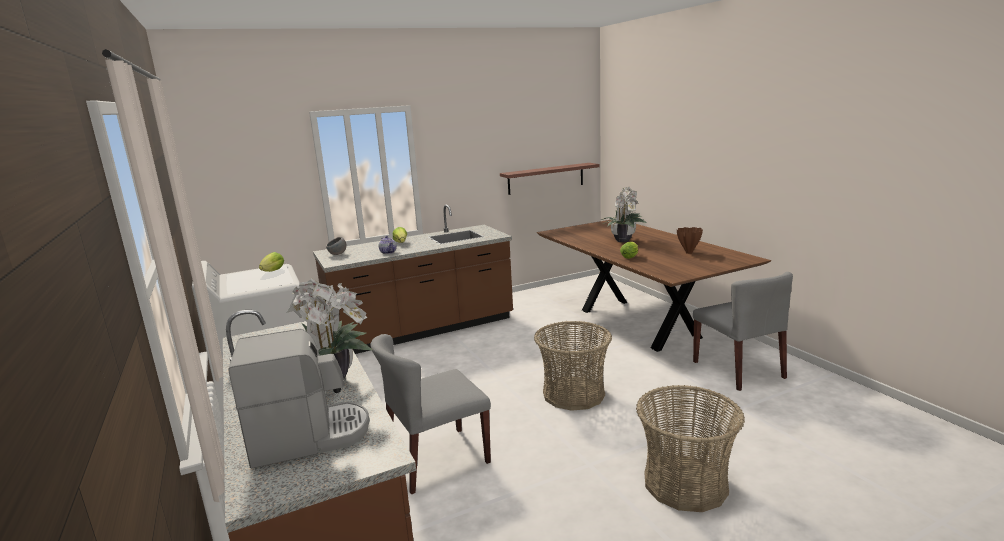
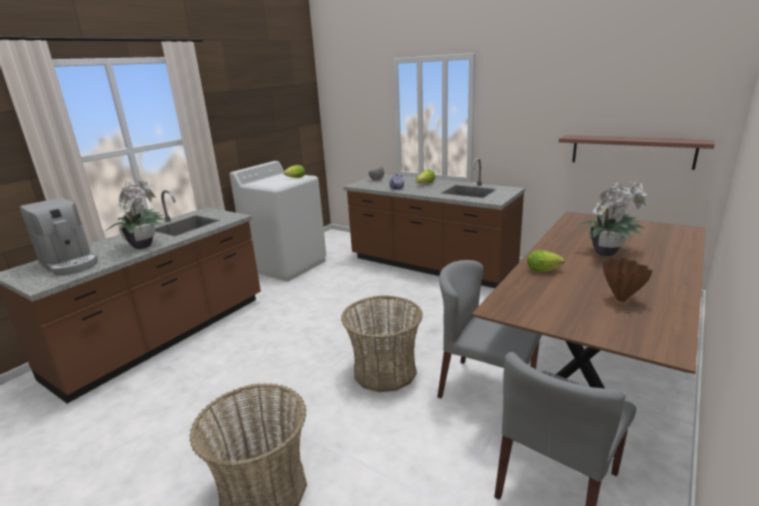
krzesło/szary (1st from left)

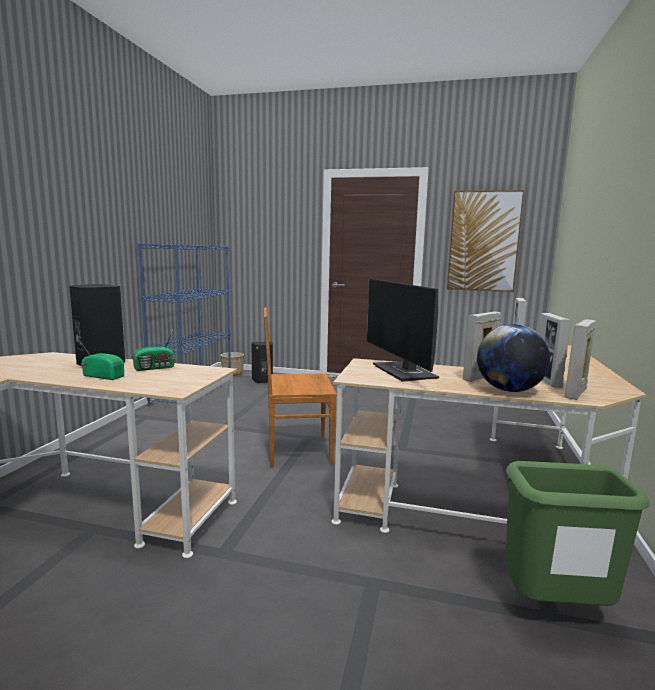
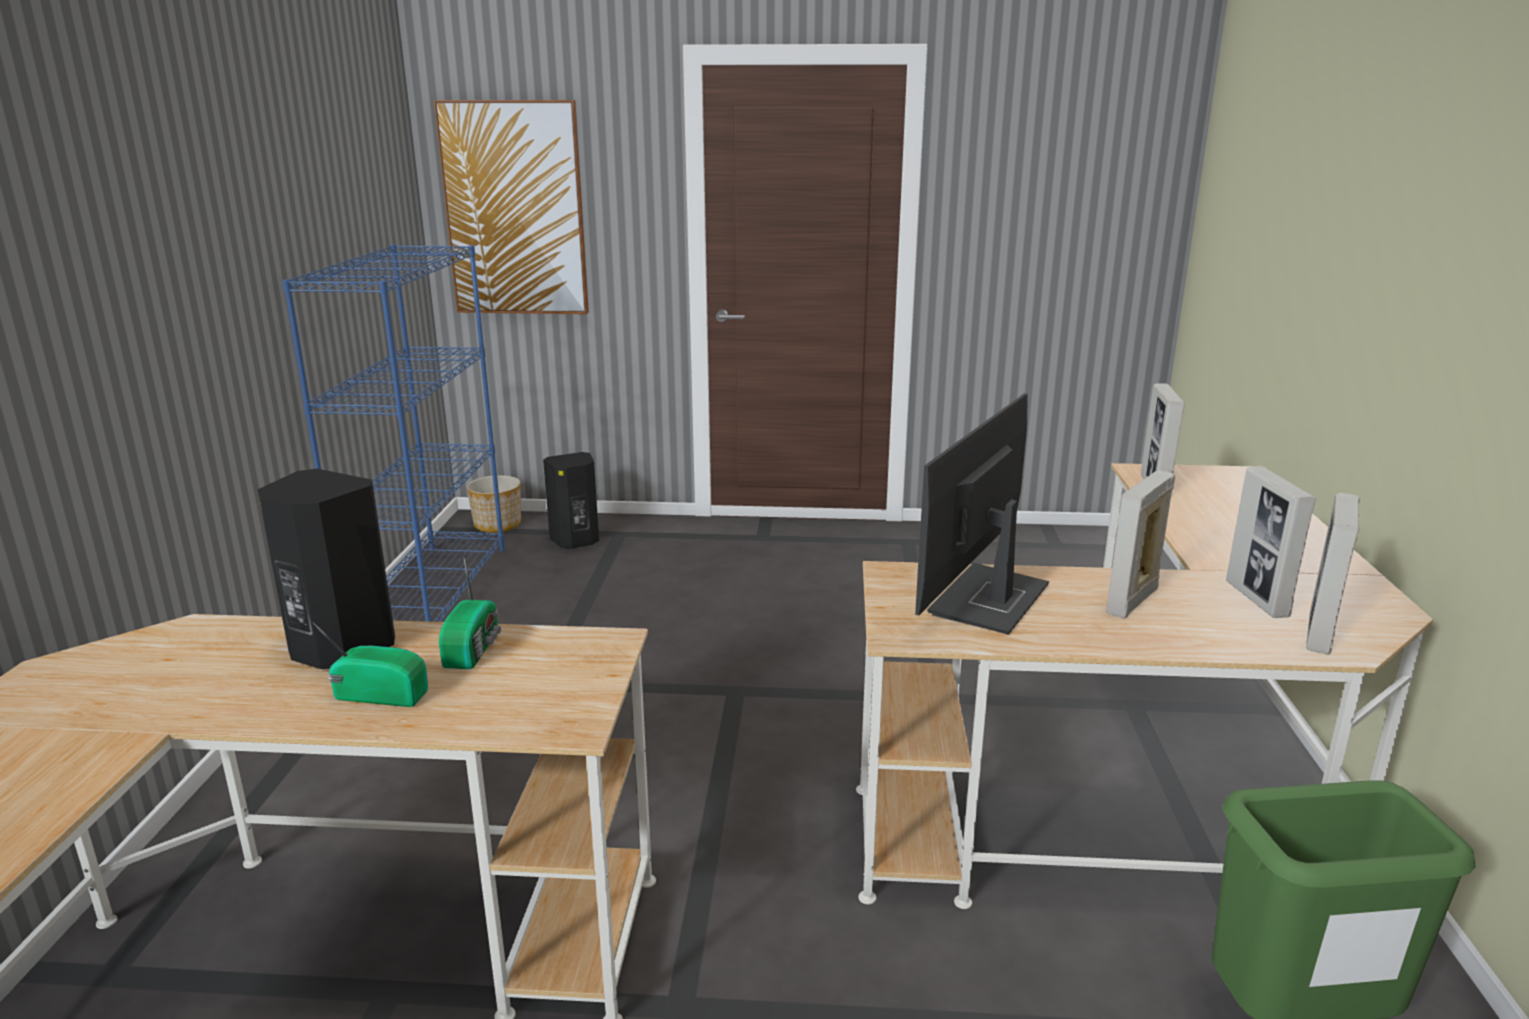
krzesło/brązowy
globus
obraz
radio (2nd from left)
monitor

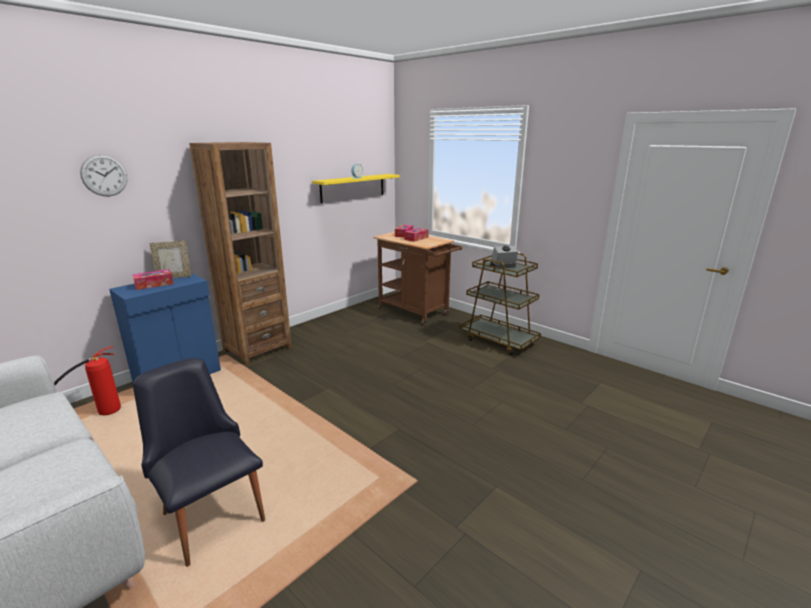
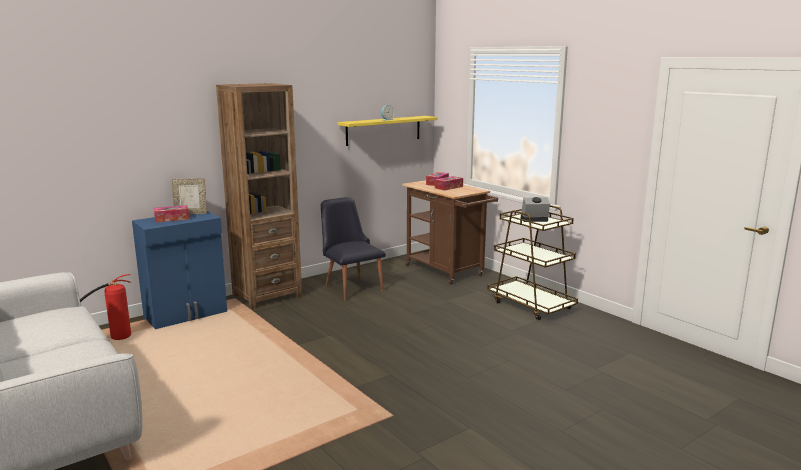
zegar ścienny
krzesło/czarny

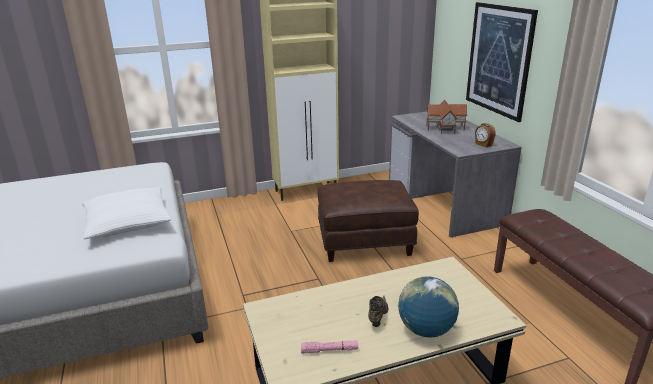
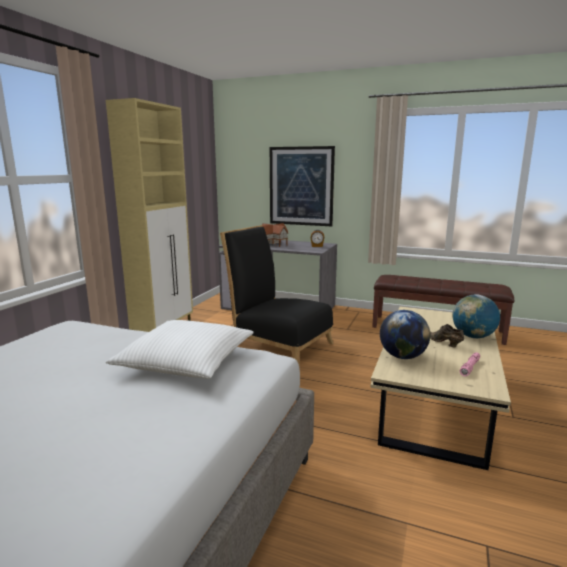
globus (1st from left)
krzesło/czarny

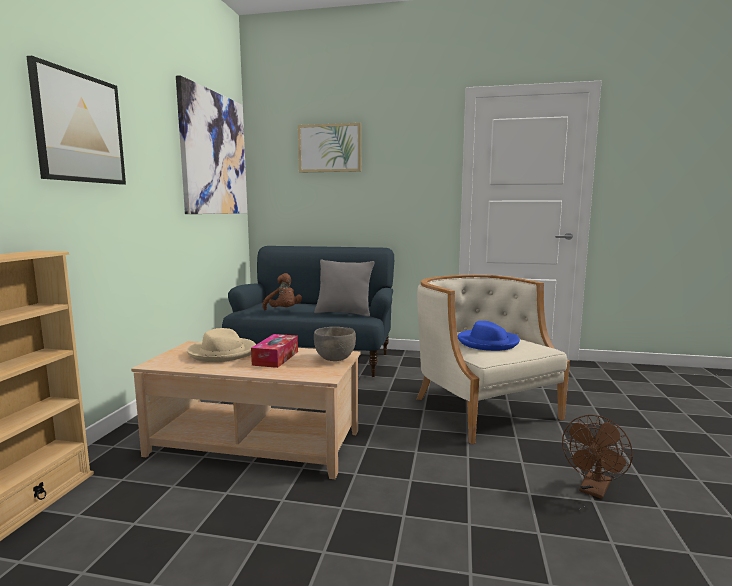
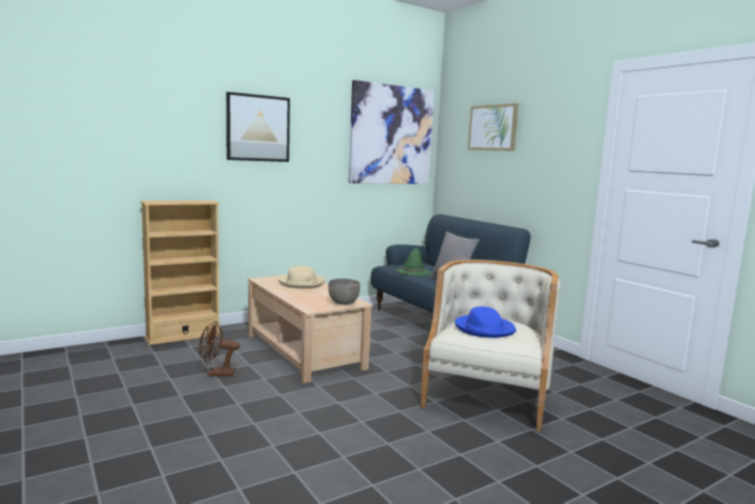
pudełko chusteczek
wentylator/brązowy
kapelusz/zielony

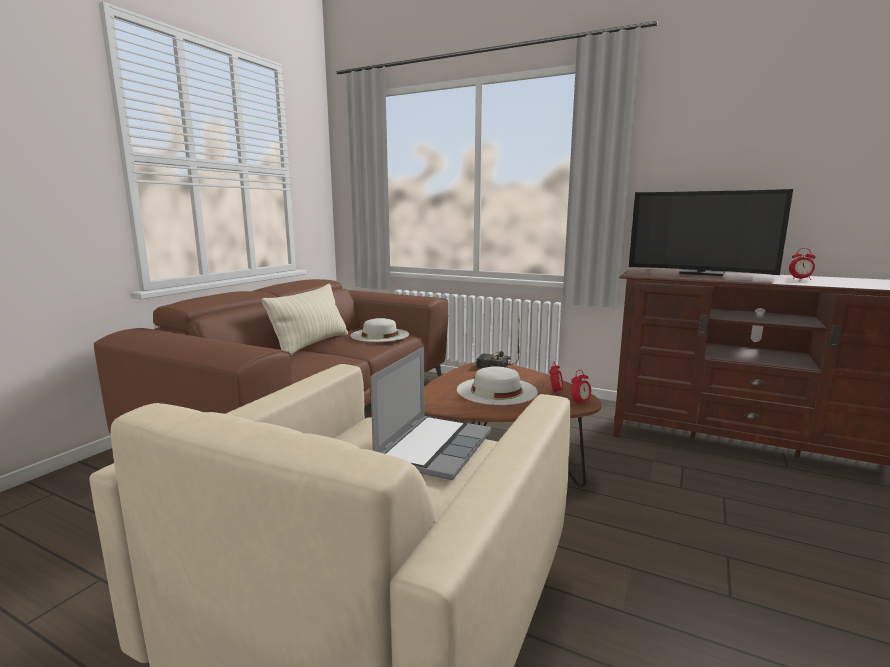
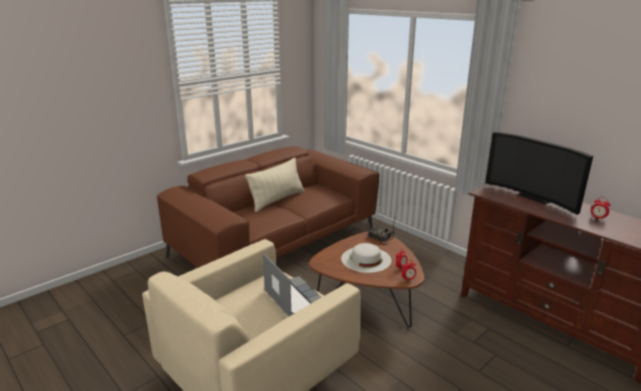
kapelusz/biały (1st from left in the first image)
laptop

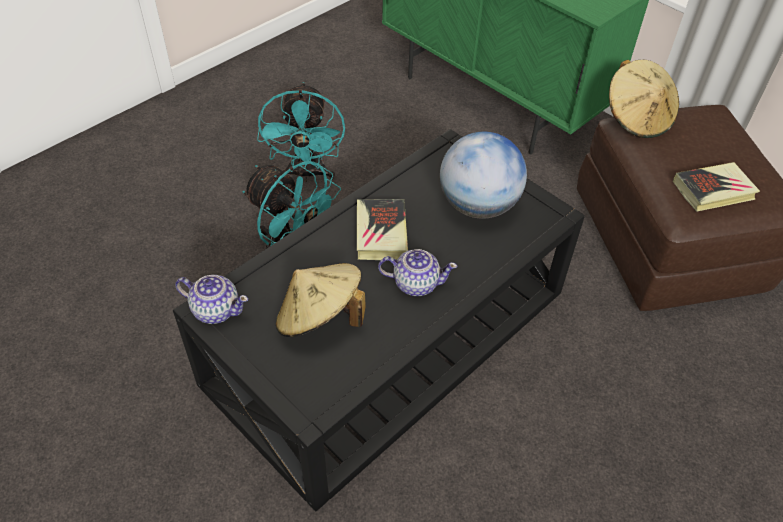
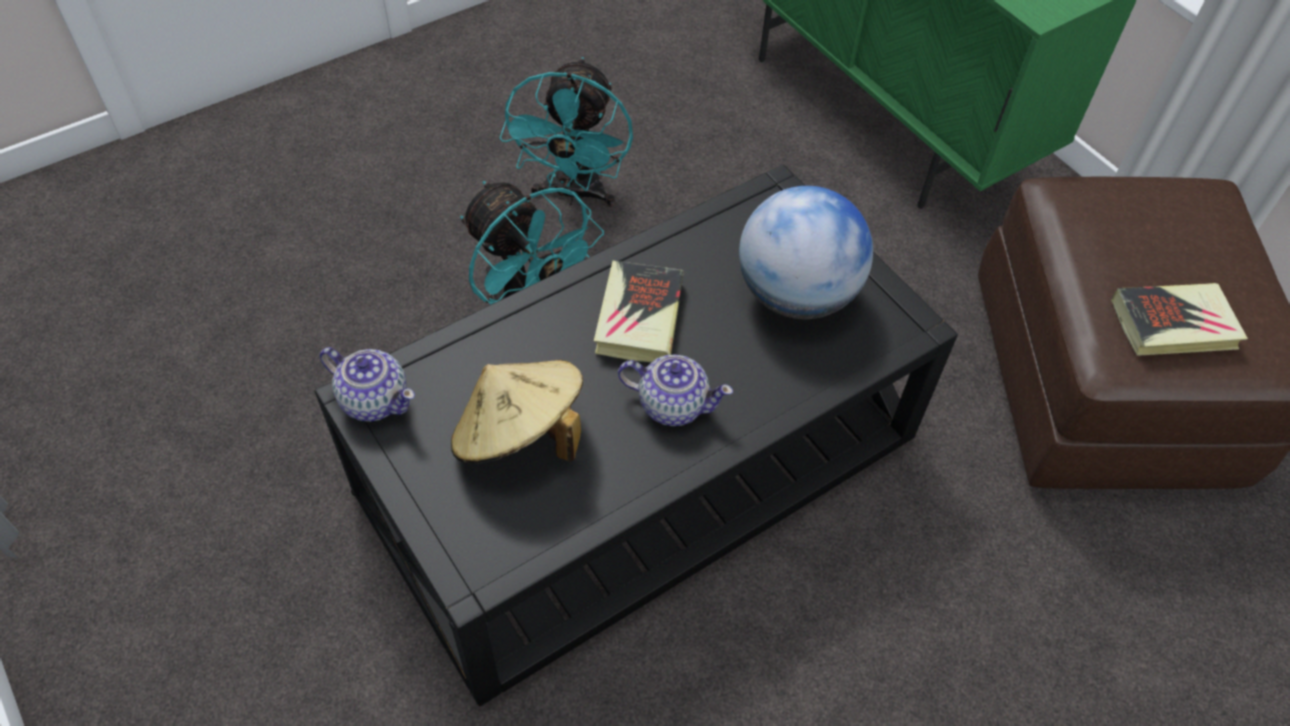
kapelusz/beżowy (2nd from left in the first image)

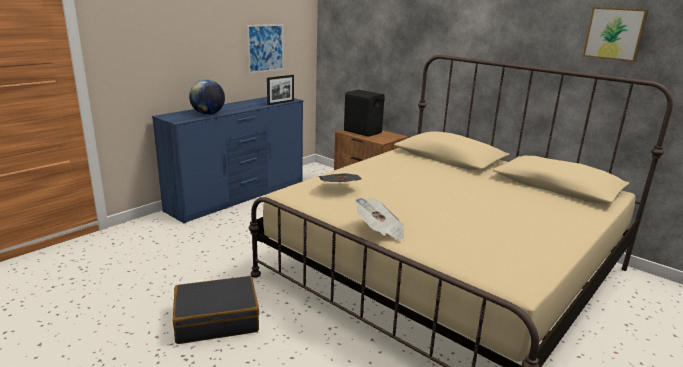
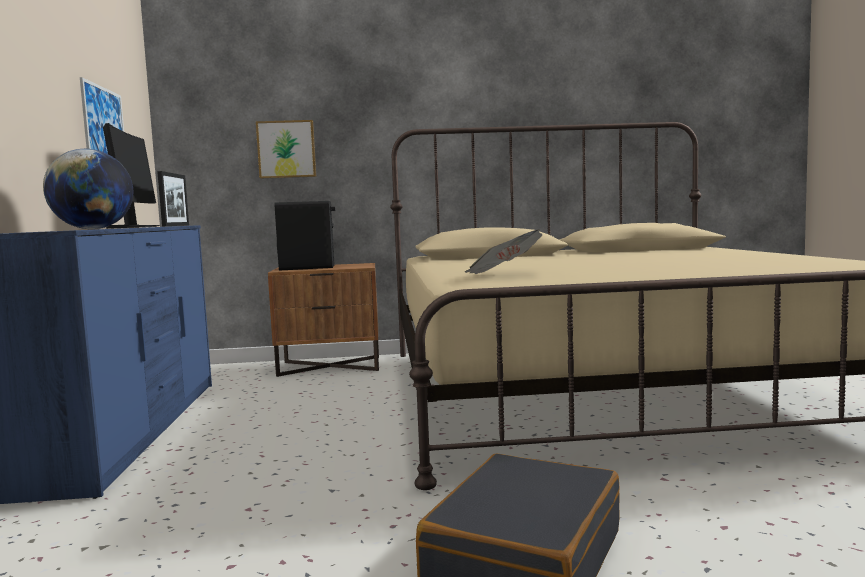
gazeta (2nd from left in the first image)
monitor
obraz (2nd from left)

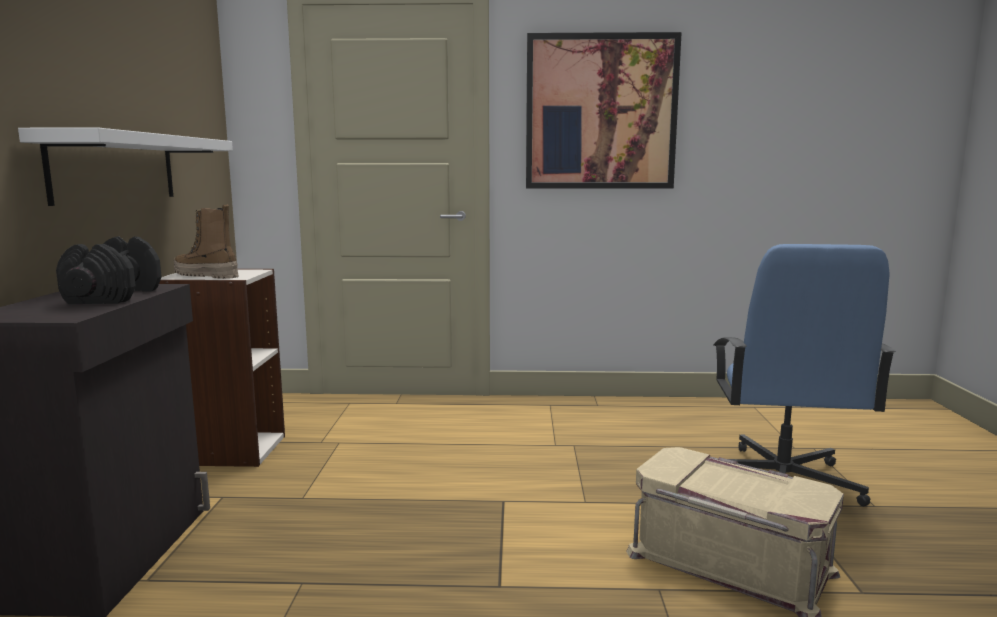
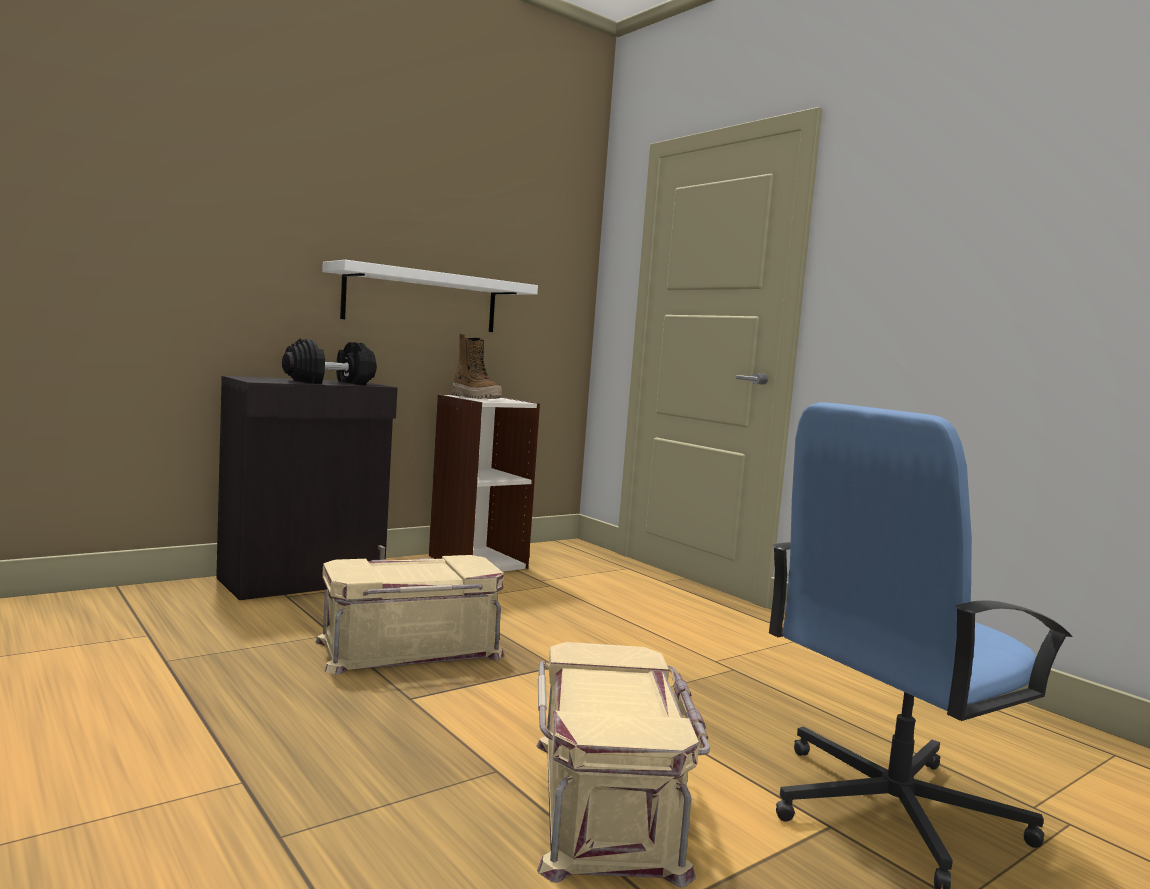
obraz
pojemnik do przechowywania/beżowy (1st from left)
but z cholewką

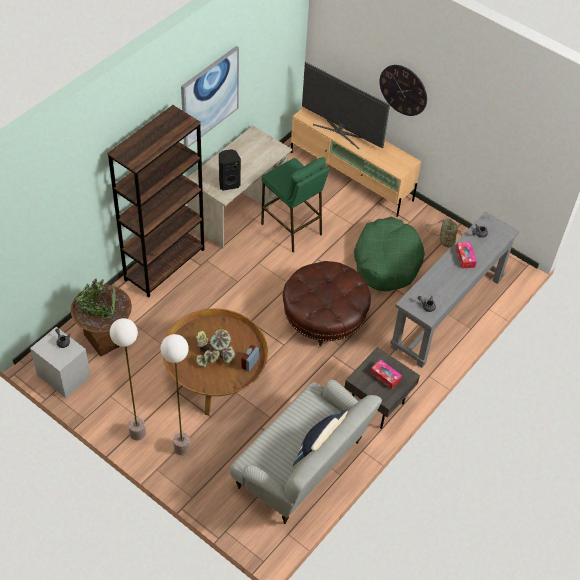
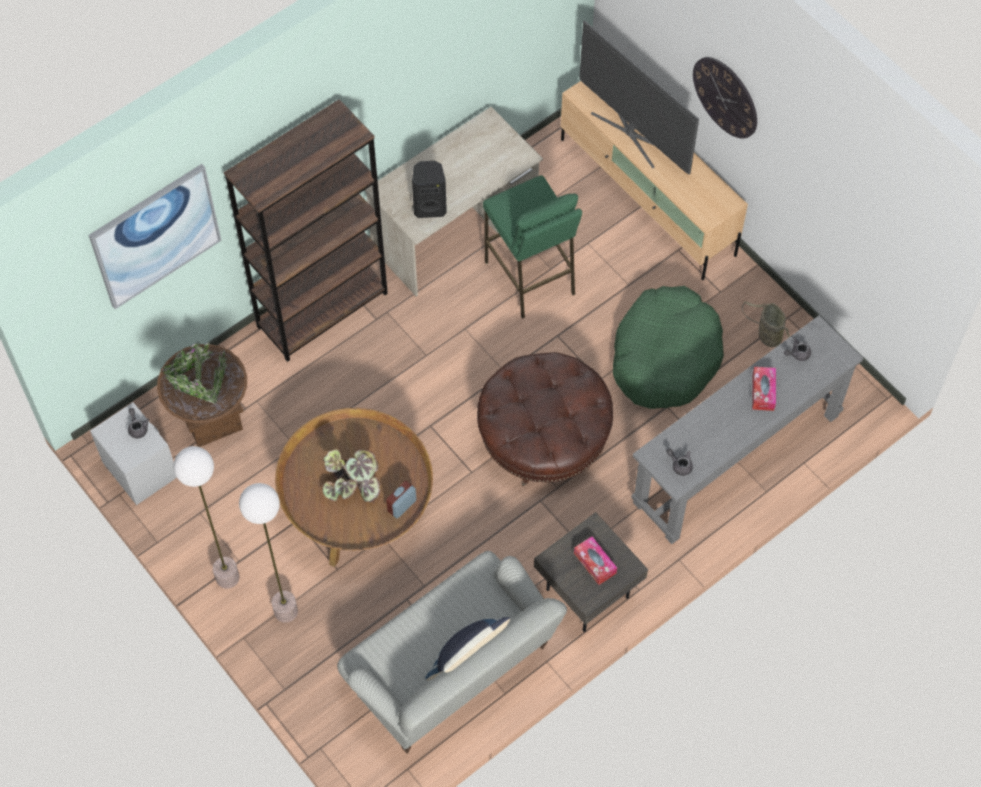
obraz

